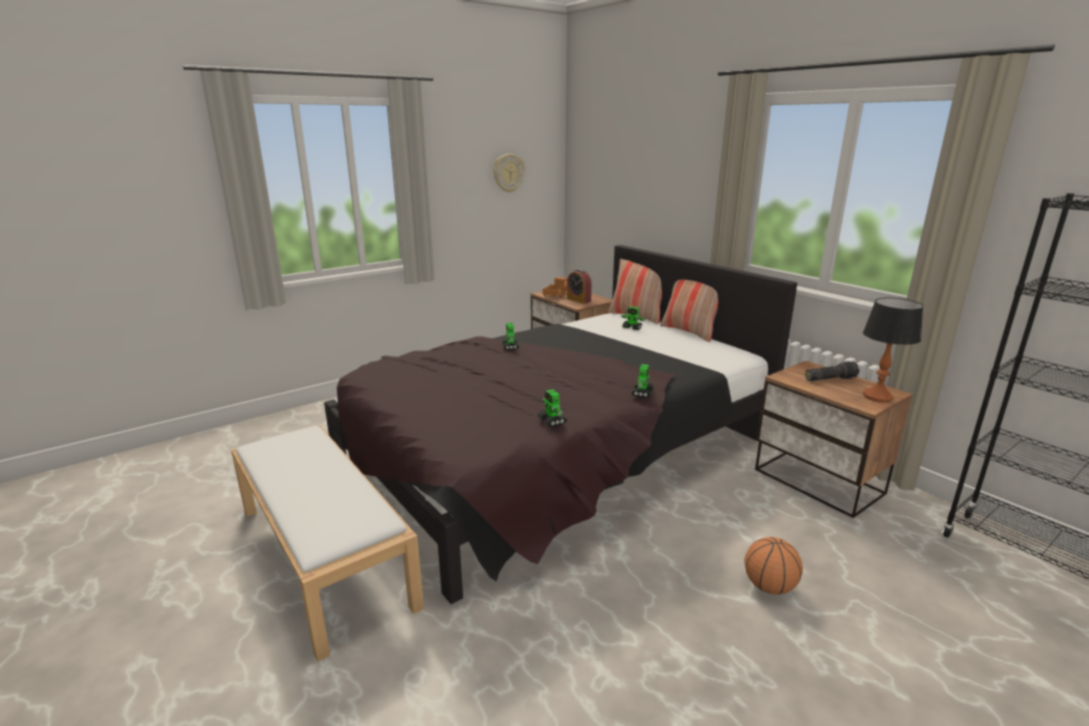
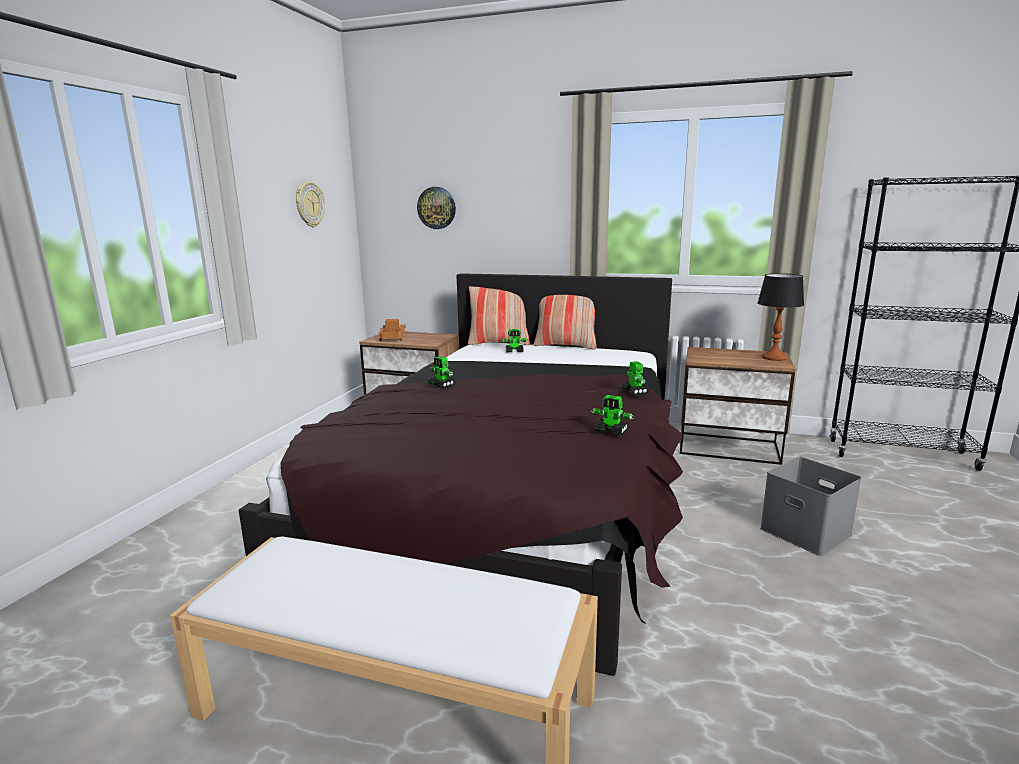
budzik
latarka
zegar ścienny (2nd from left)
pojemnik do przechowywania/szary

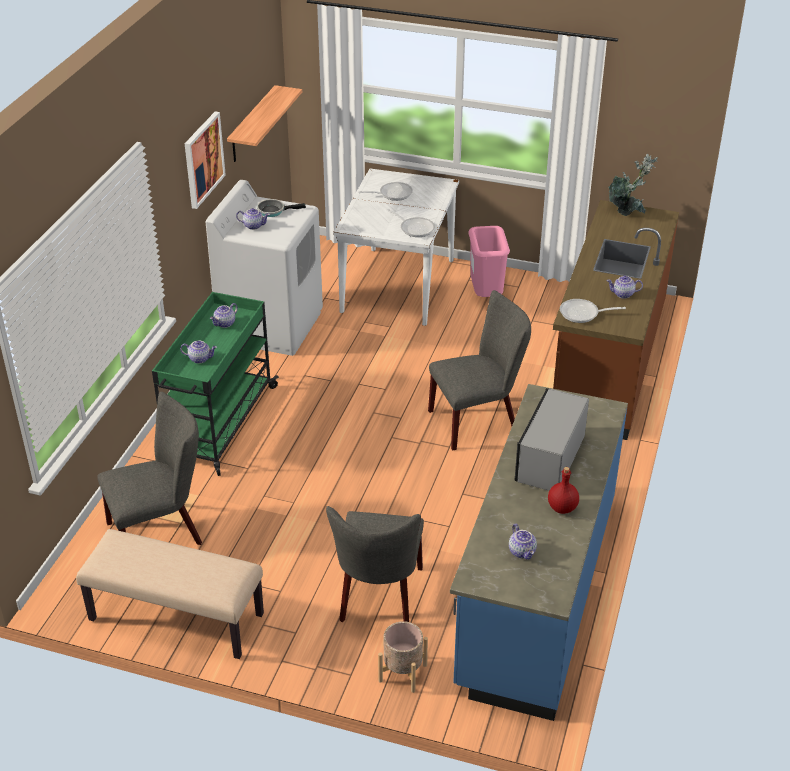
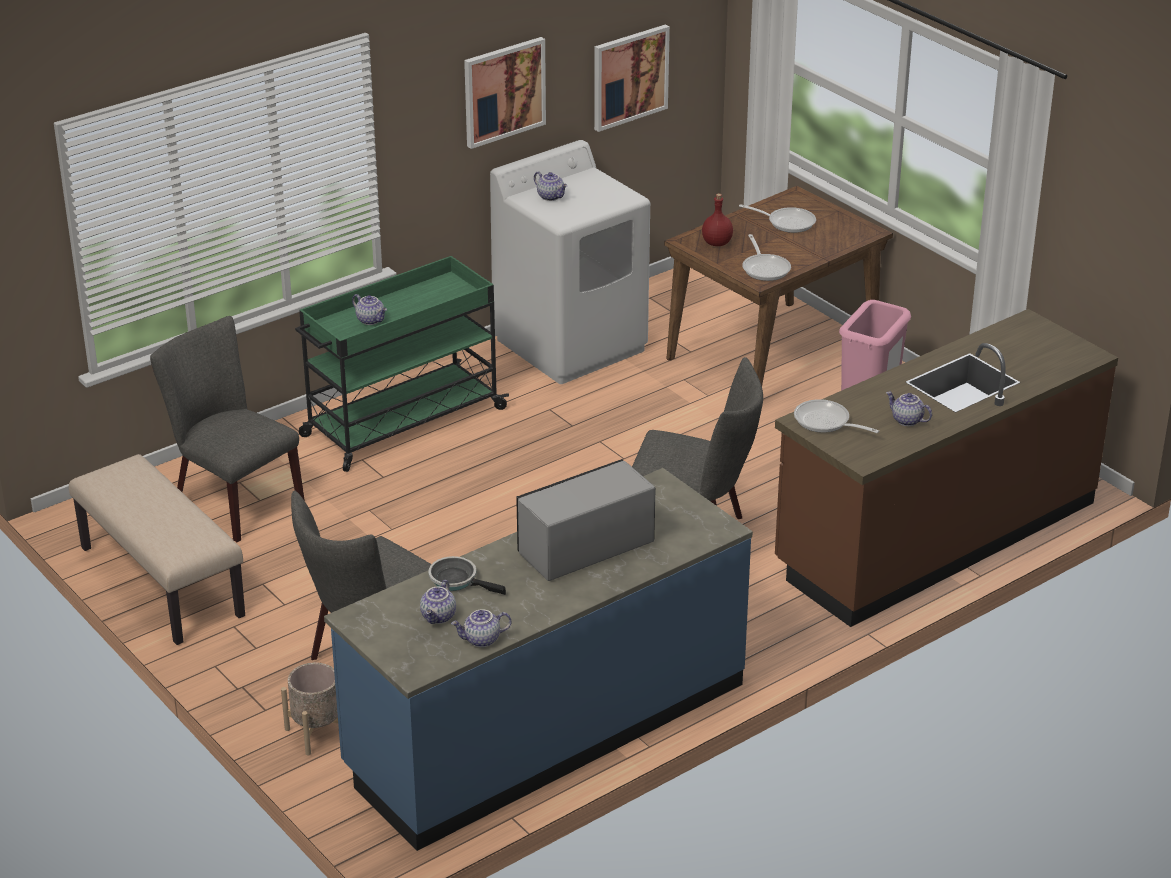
roślina doniczkowa
imbryk (3rd from left)
patelnia (1st from left)
butelka/czerwony
obraz (2nd from left)
stół jadalny/brązowy
krzesło/szary (1st from left)

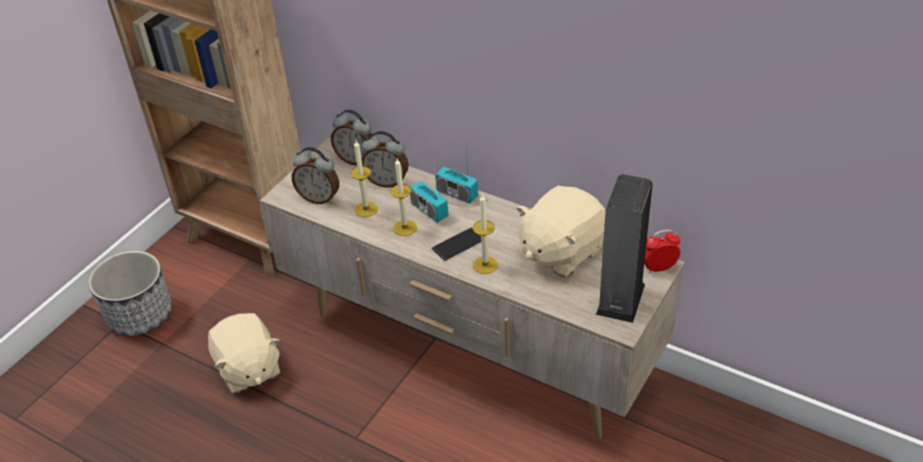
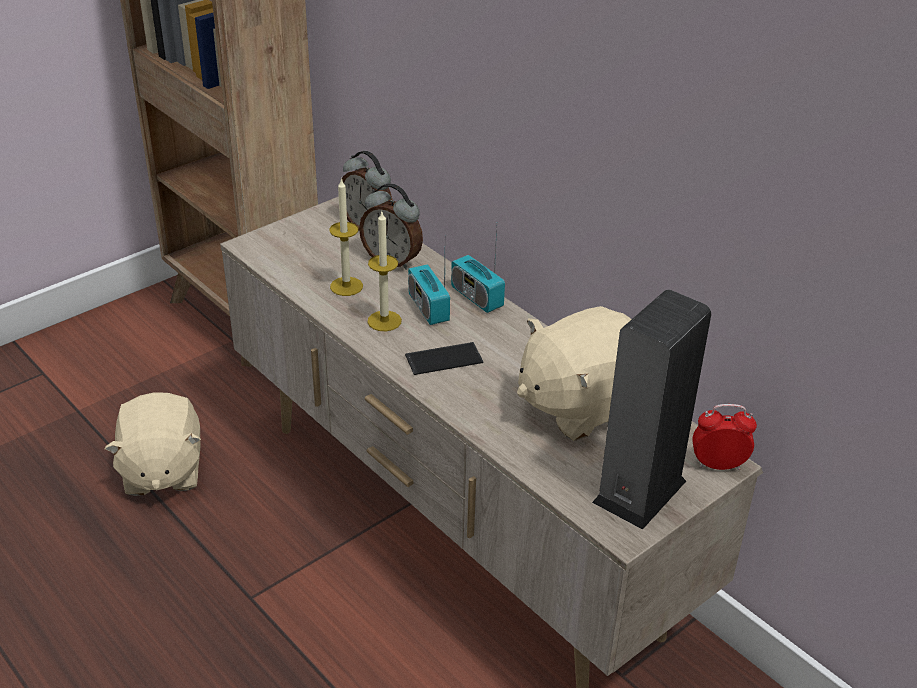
donica
budzik (1st from left in the first image)
świeca (3rd from left in the first image)

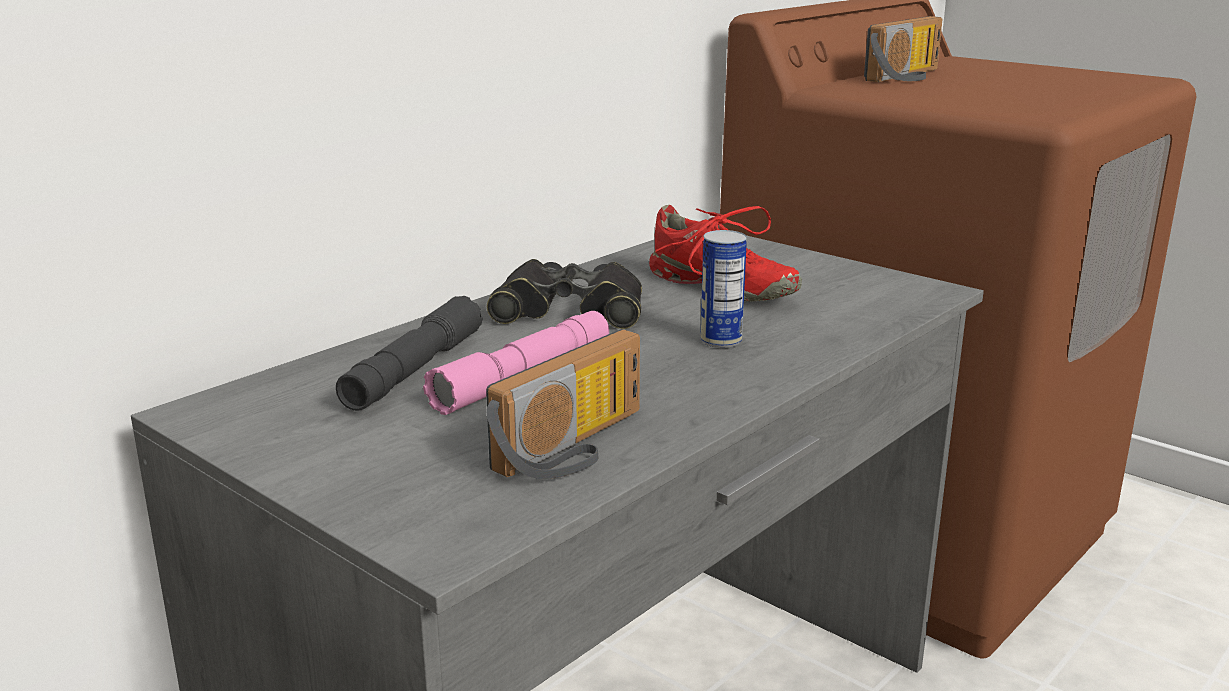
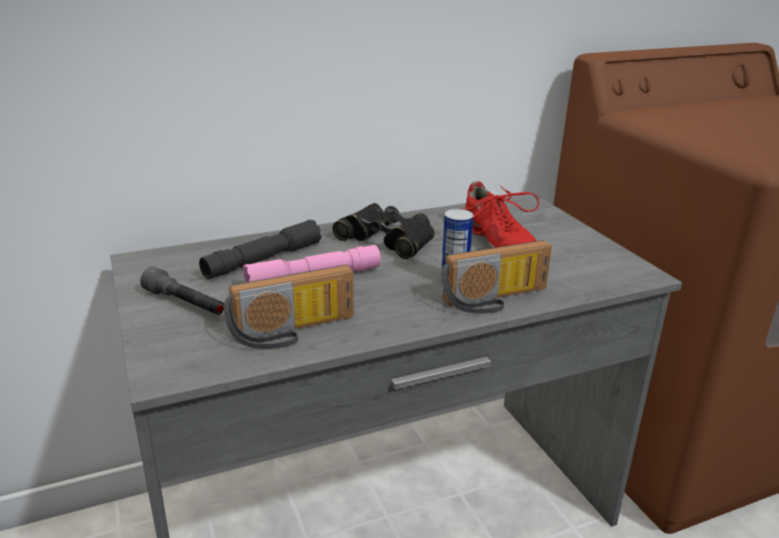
latarka/szary (1st from left)
radio (2nd from left)

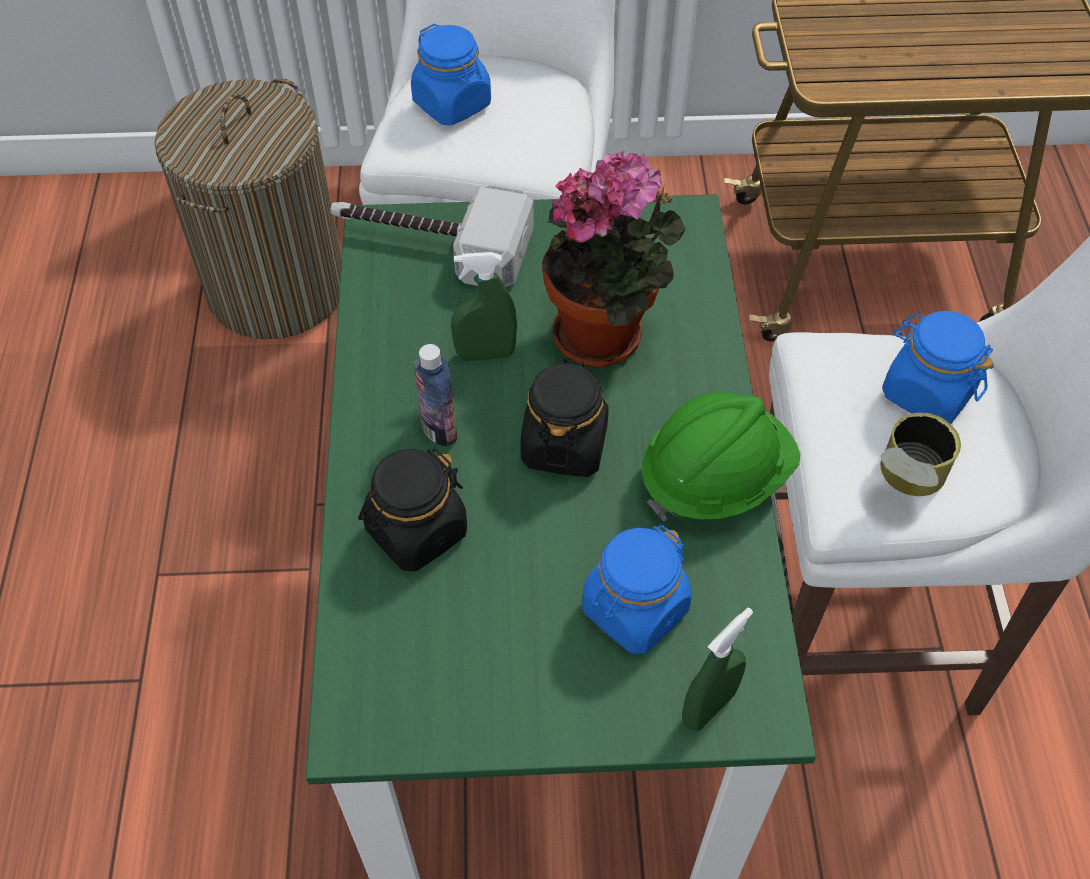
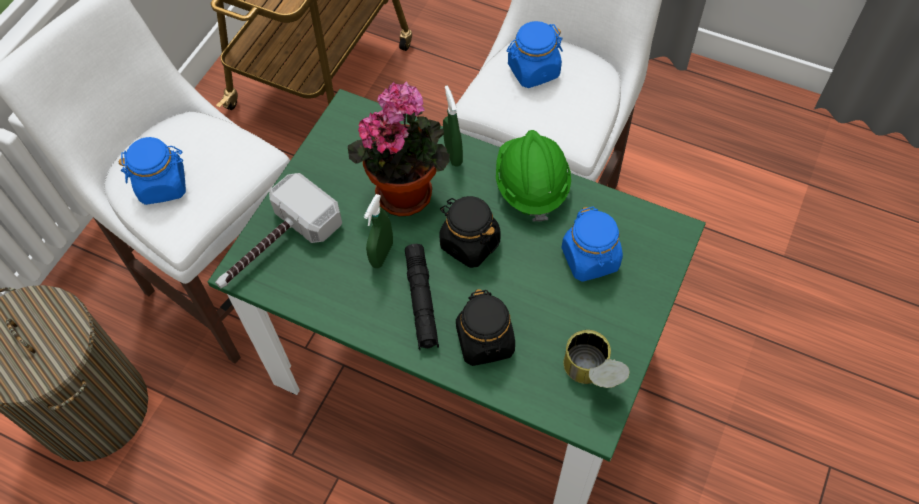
spryskiwacz/zielony (2nd from left)
puszka
latarka/czarny

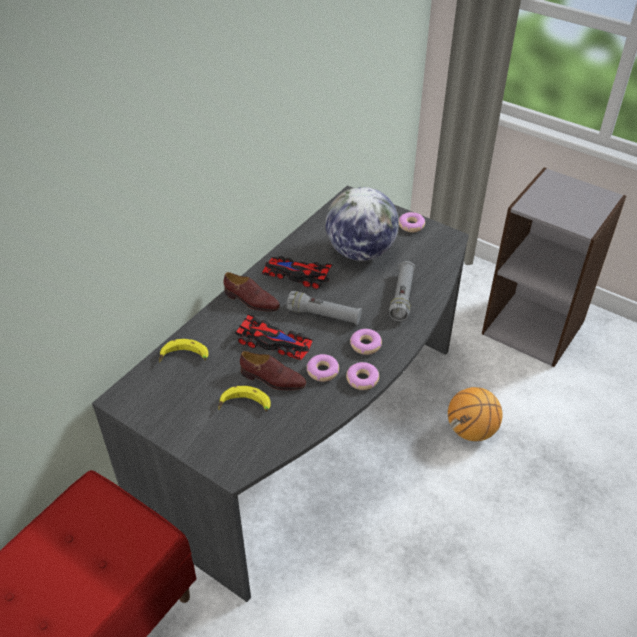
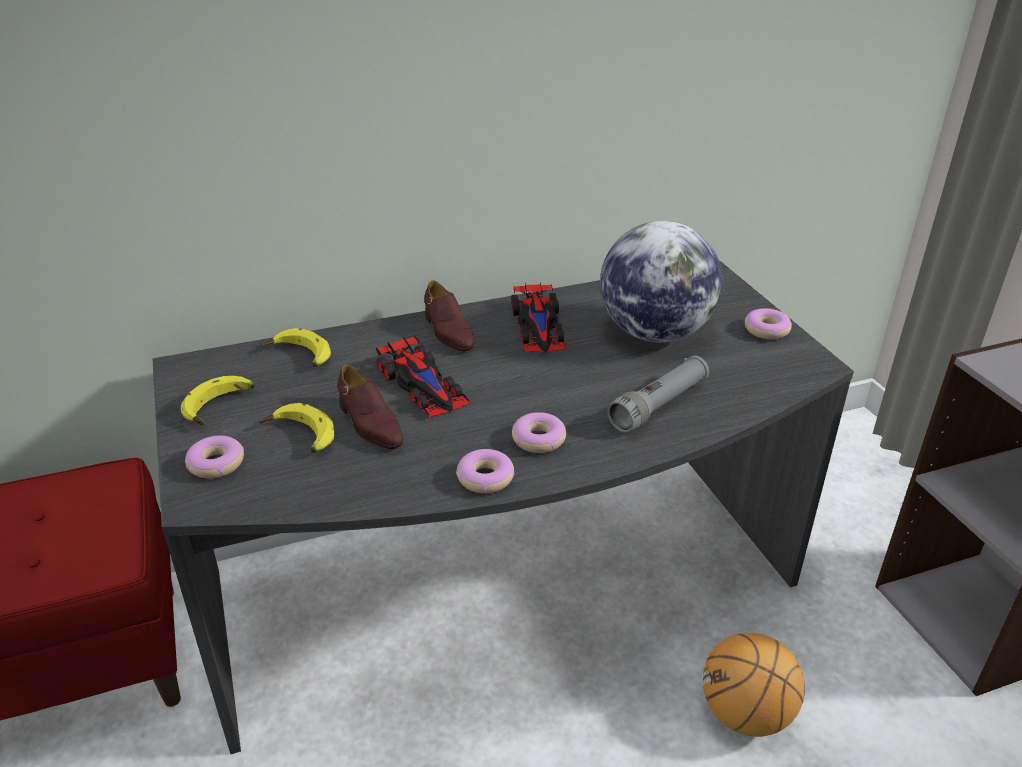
latarka/szary (1st from left in the first image)
banan (1st from left)
donut (1st from left)
samochodzik (2nd from left)

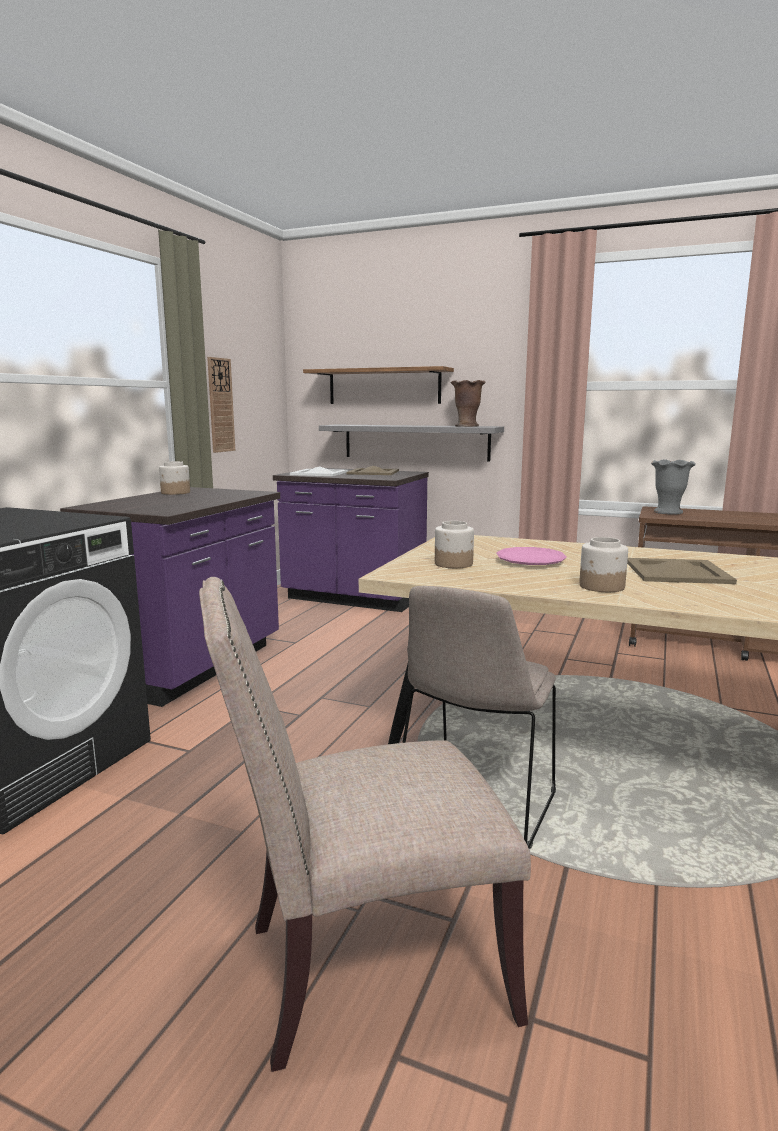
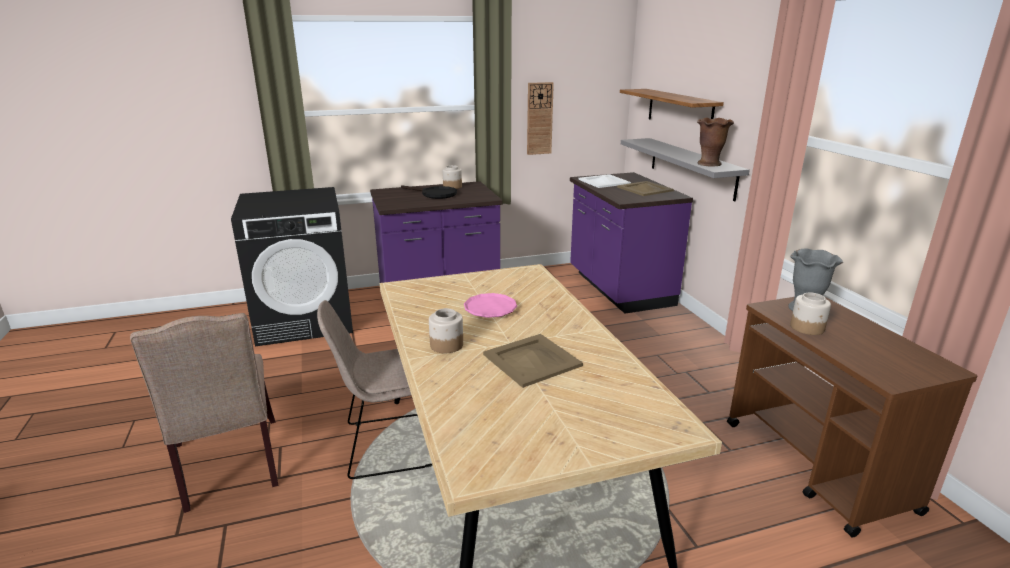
patelnia/czarny
słoik (3rd from left)
krzesło/beżowy (1st from left)

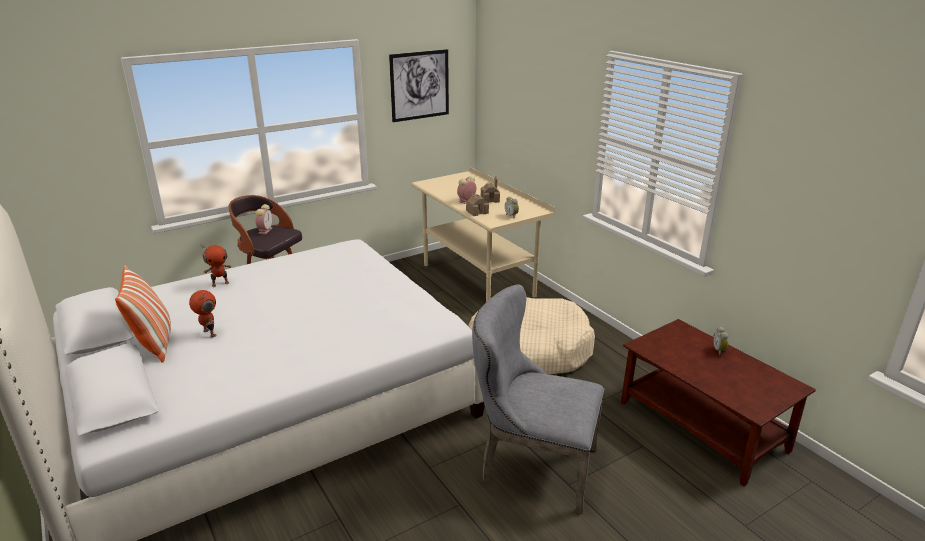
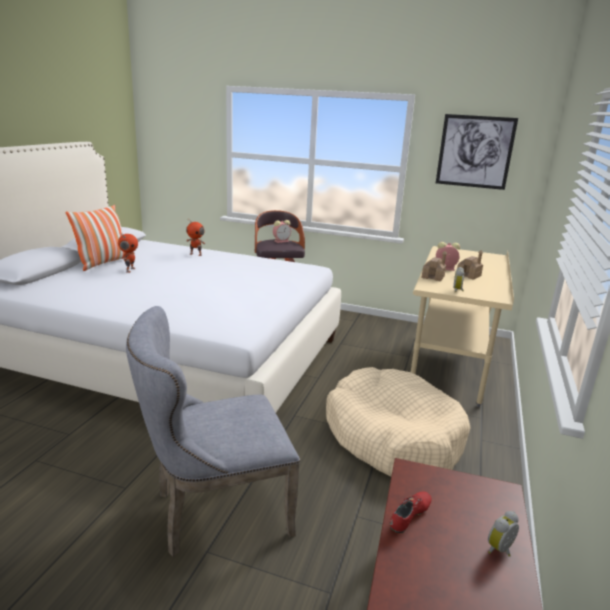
but/czerwony
krzesło/szary

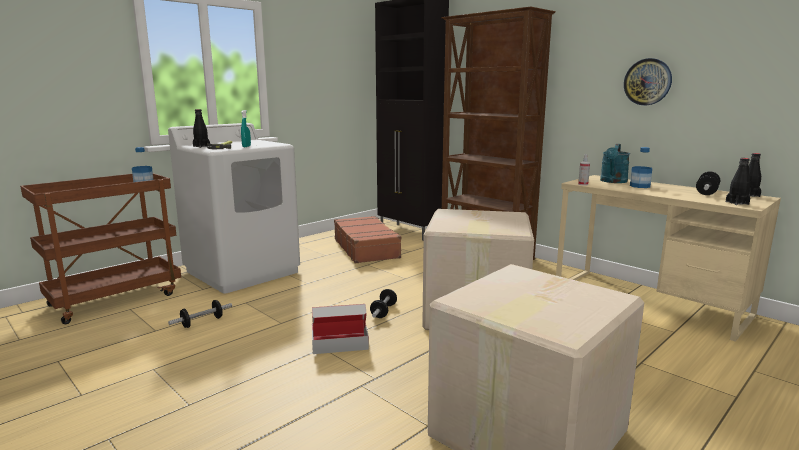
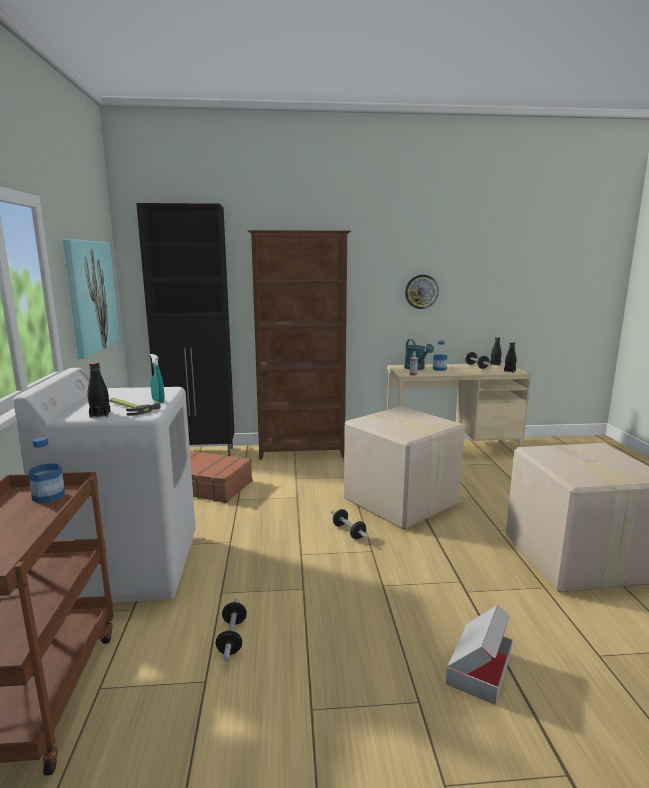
obraz
karton (2nd from left)

